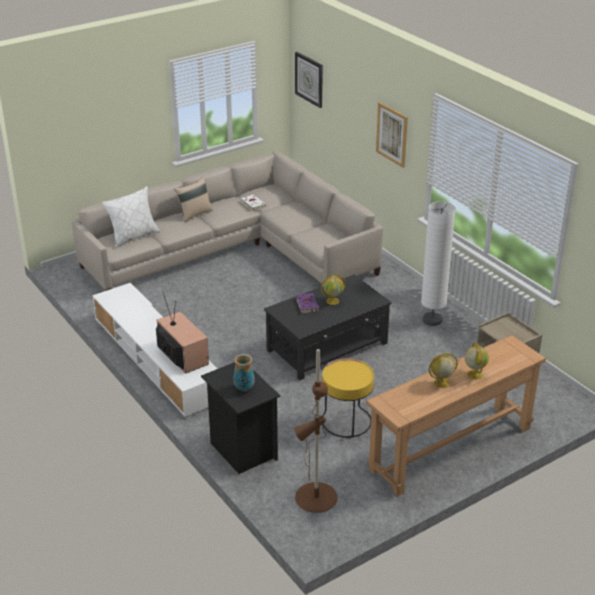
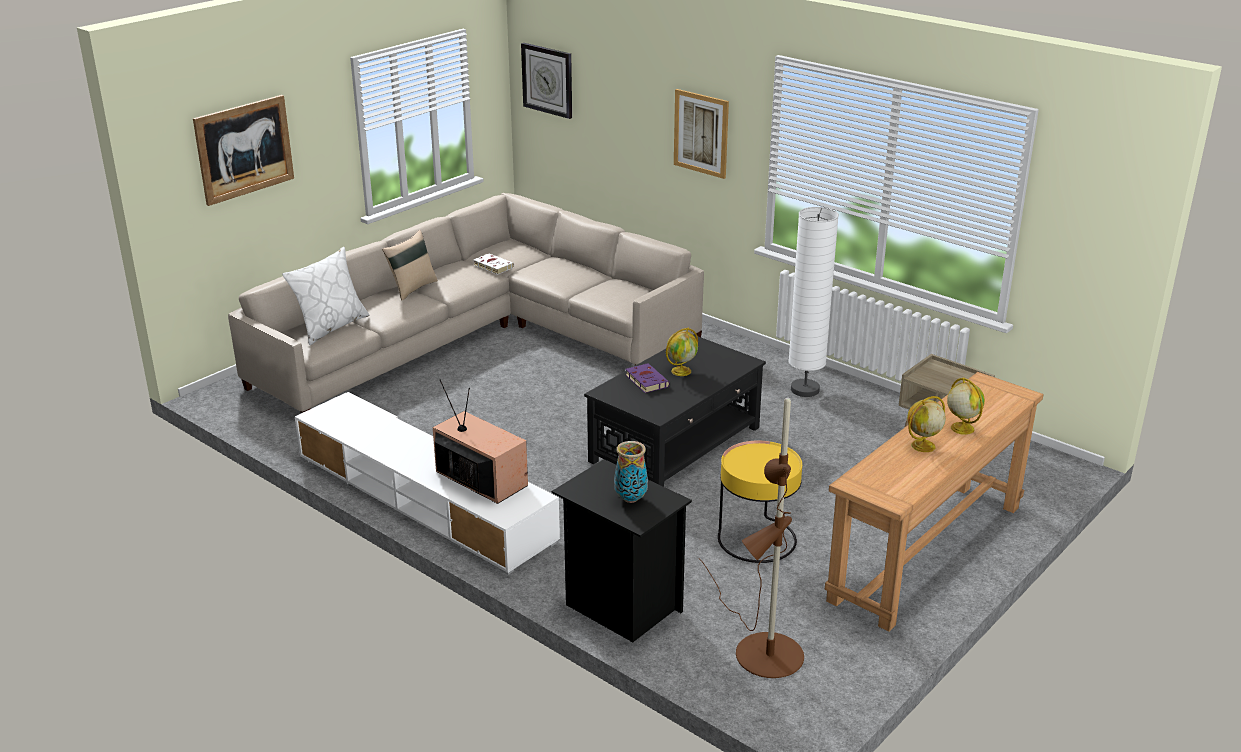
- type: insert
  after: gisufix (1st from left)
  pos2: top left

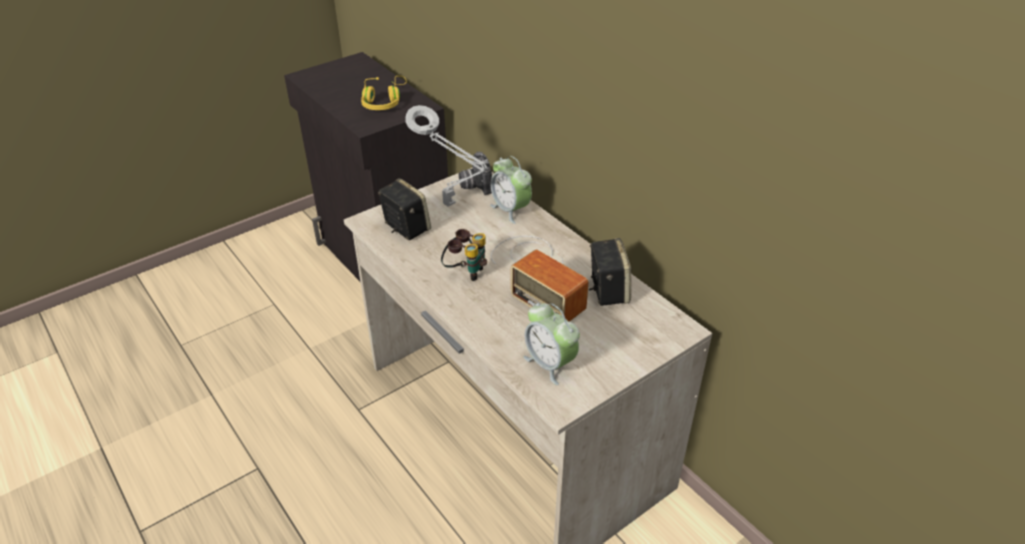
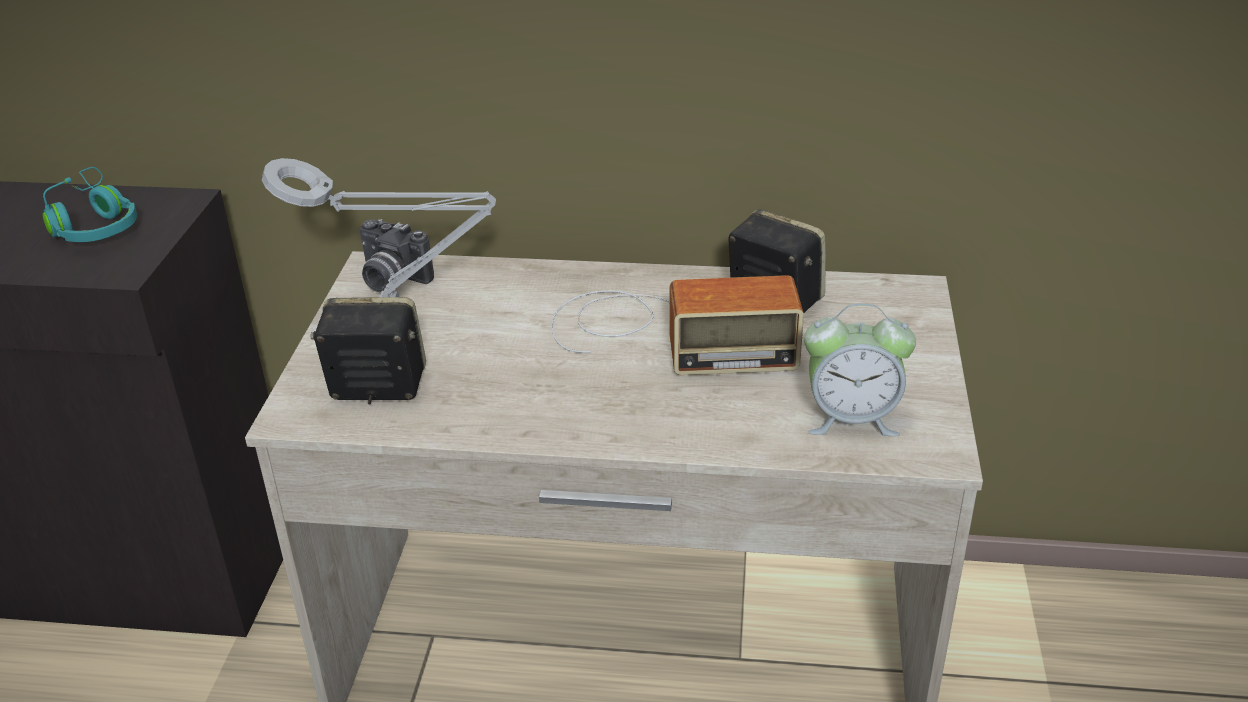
- type: recolor
  before: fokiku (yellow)
  after: fokiku (turquoise)
  pos1: top centre
  pos2: top left
- type: delete
  before: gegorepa (1st from left)
  pos1: centre
- type: delete
  before: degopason
  pos1: centre

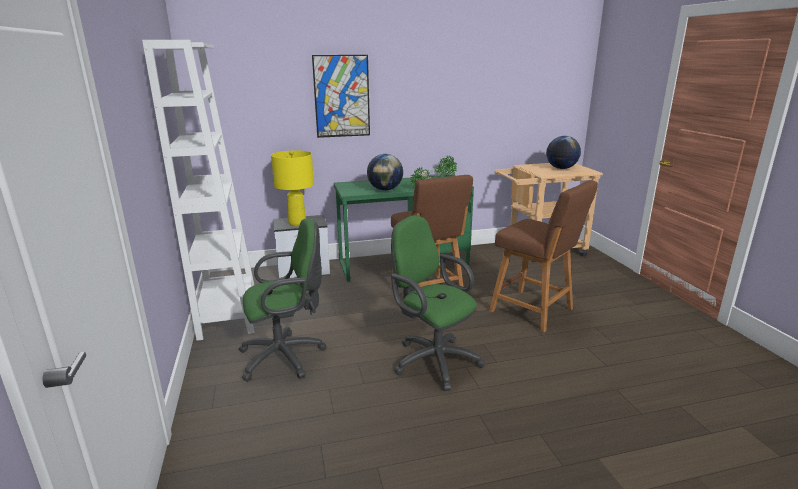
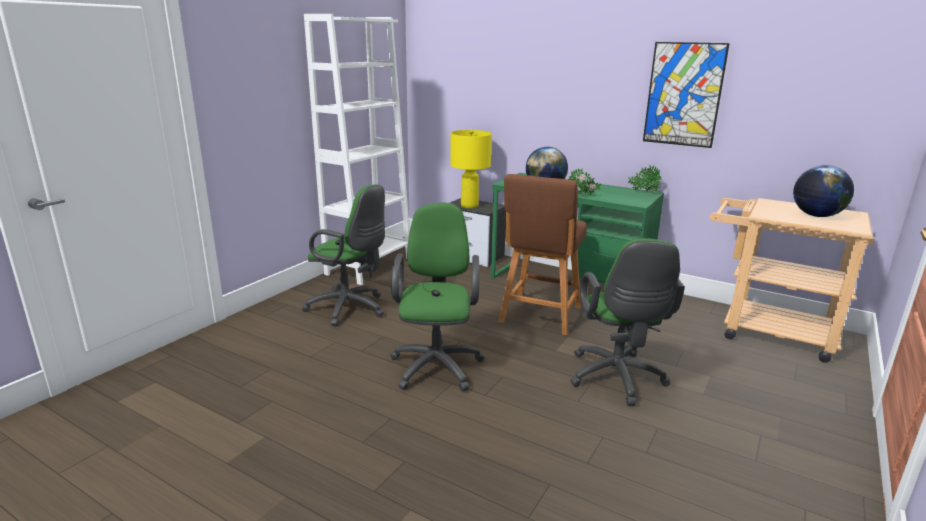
- type: move
  before: gisufix
  pos1: top centre
  pos2: top right
- type: replace
  before: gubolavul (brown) (2nd from left)
  after: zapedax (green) (3rd from left)
  pos1: middle right
  pos2: middle right

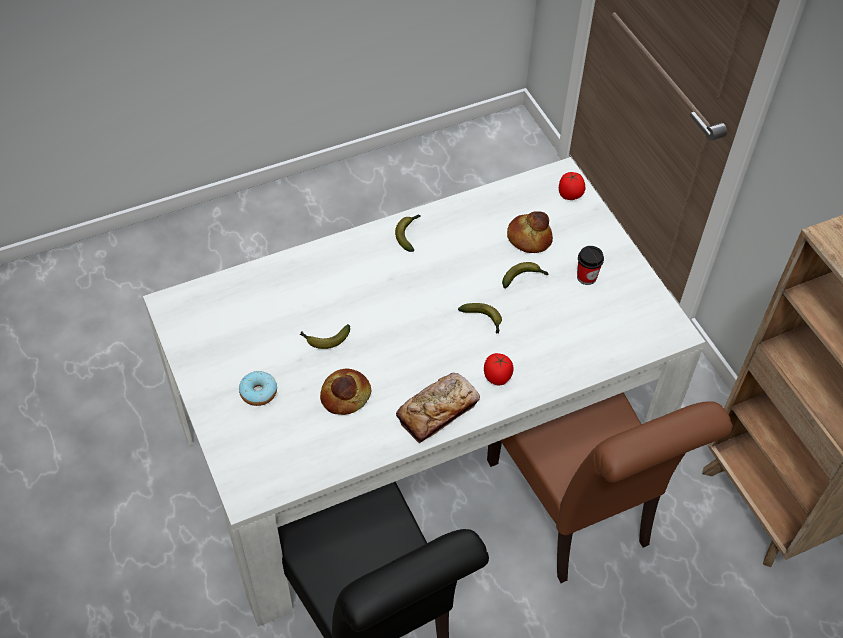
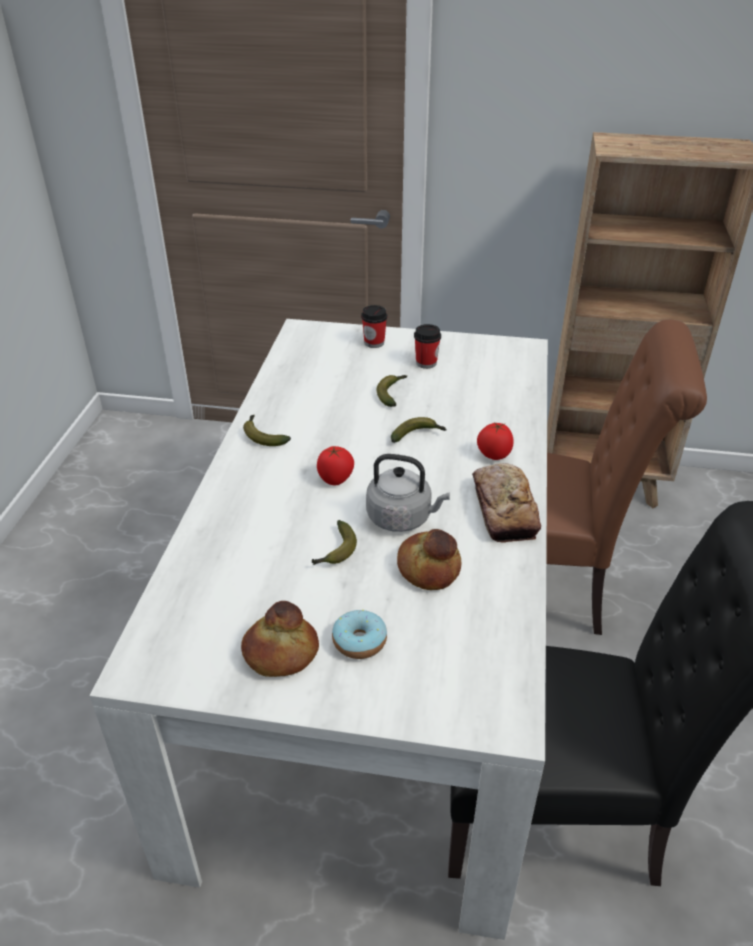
- type: move
  before: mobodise (2nd from left in the first image)
  after: mobodise (1st from left)
  pos1: top right
  pos2: centre
- type: move
  before: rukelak (3rd from left in the first image)
  after: rukelak (1st from left)
  pos1: centre
  pos2: bottom centre
- type: insert
  after: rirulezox (1st from left)
  pos2: centre
- type: insert
  after: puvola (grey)
  pos2: centre

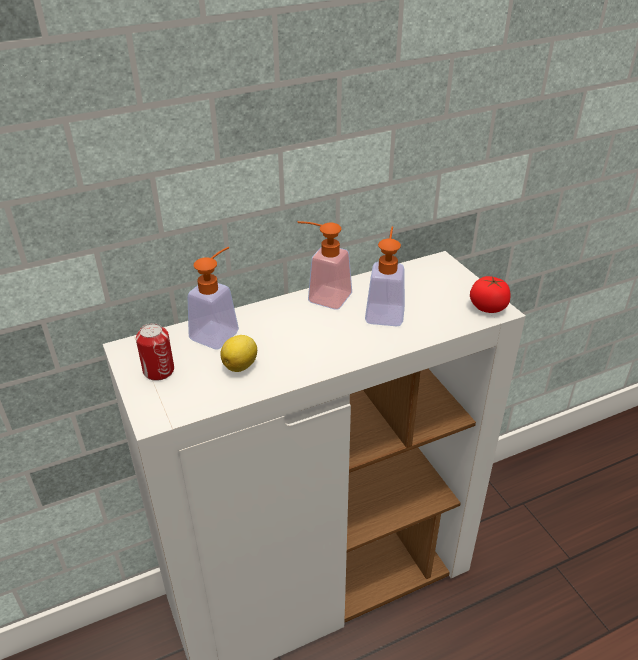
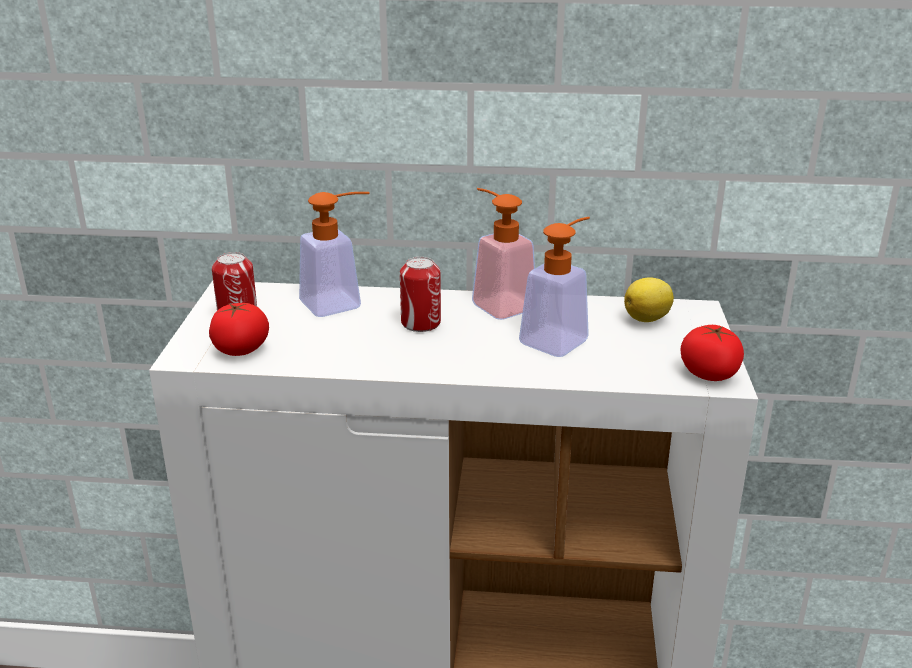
- type: move
  before: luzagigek
  pos1: centre
  pos2: middle right
- type: insert
  after: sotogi (2nd from left)
  pos2: centre
- type: insert
  after: mobodise (1st from left)
  pos2: middle left

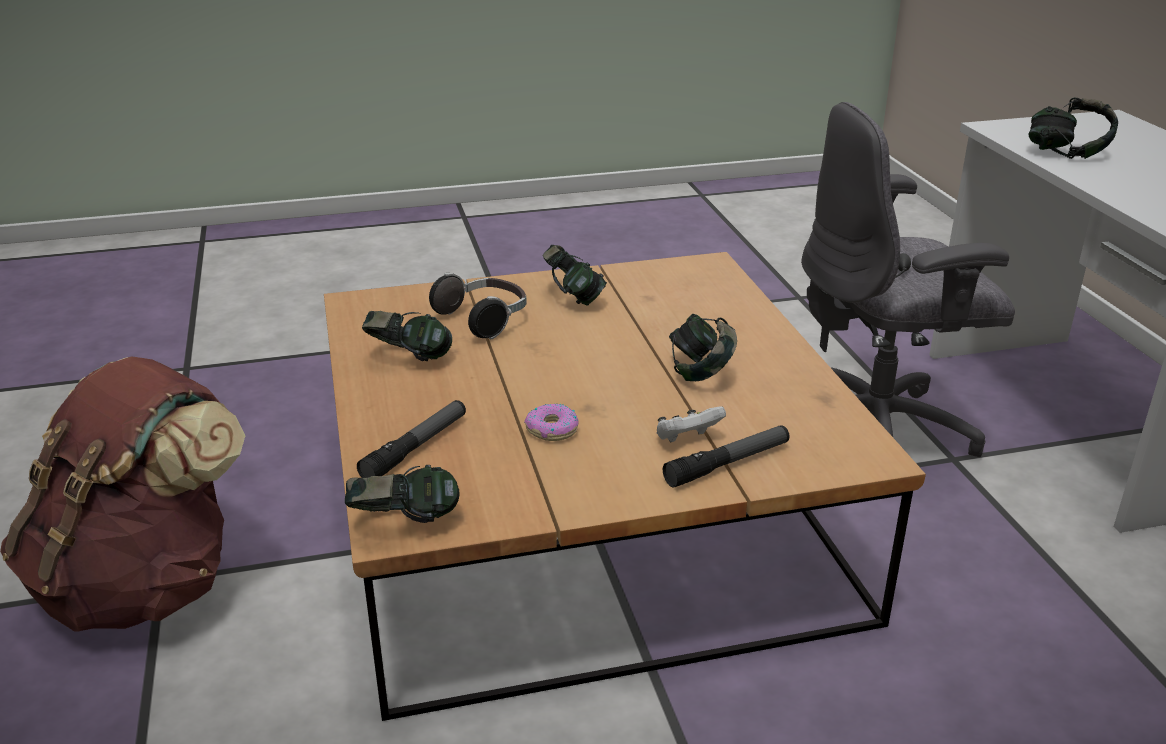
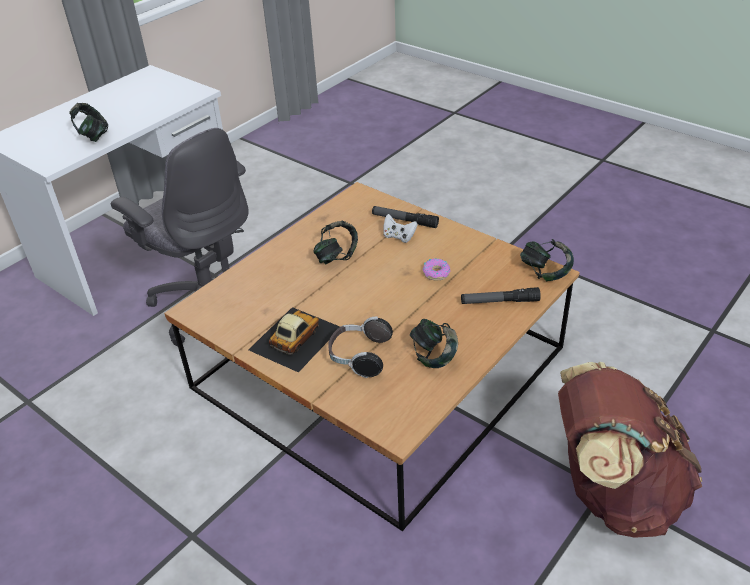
- type: replace
  before: fokiku (4th from left)
  after: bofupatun
  pos1: centre
  pos2: centre

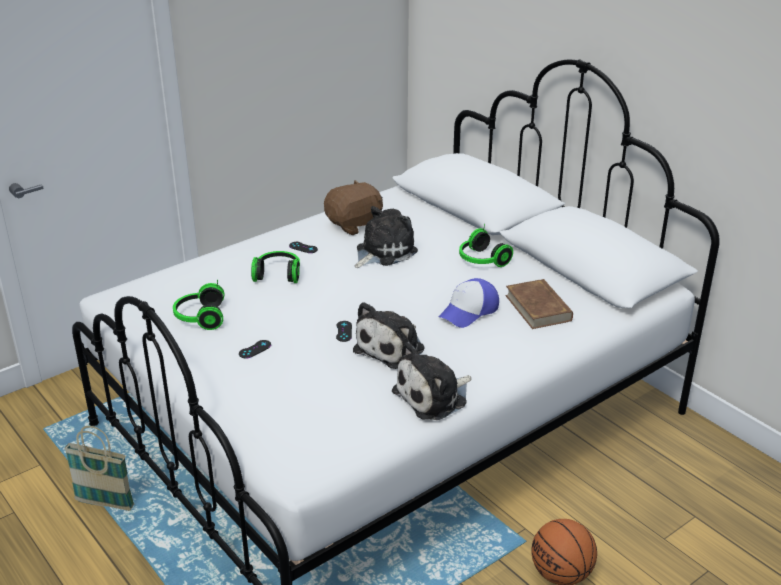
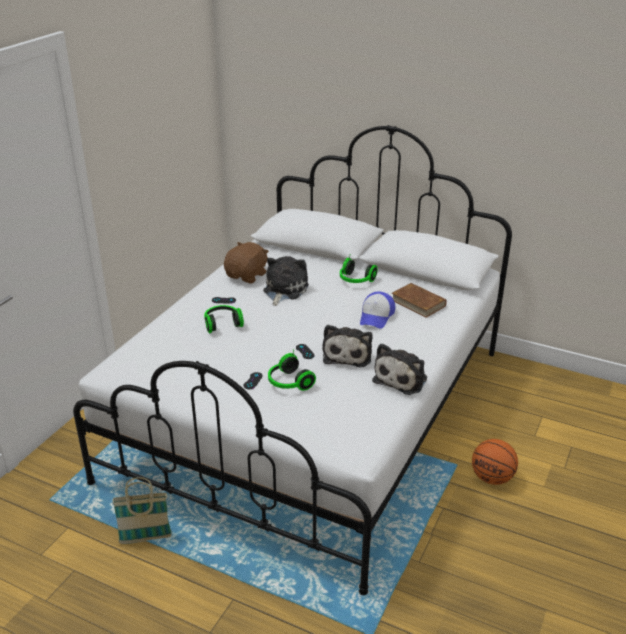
- type: move
  before: fokiku (1st from left in the first image)
  after: fokiku (2nd from left)
  pos1: middle left
  pos2: centre

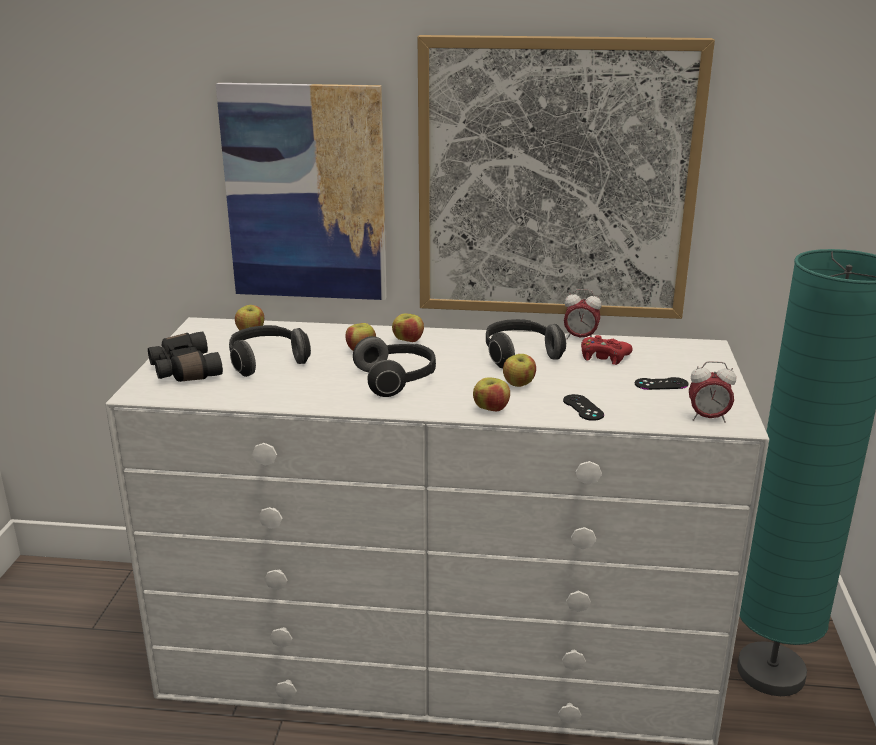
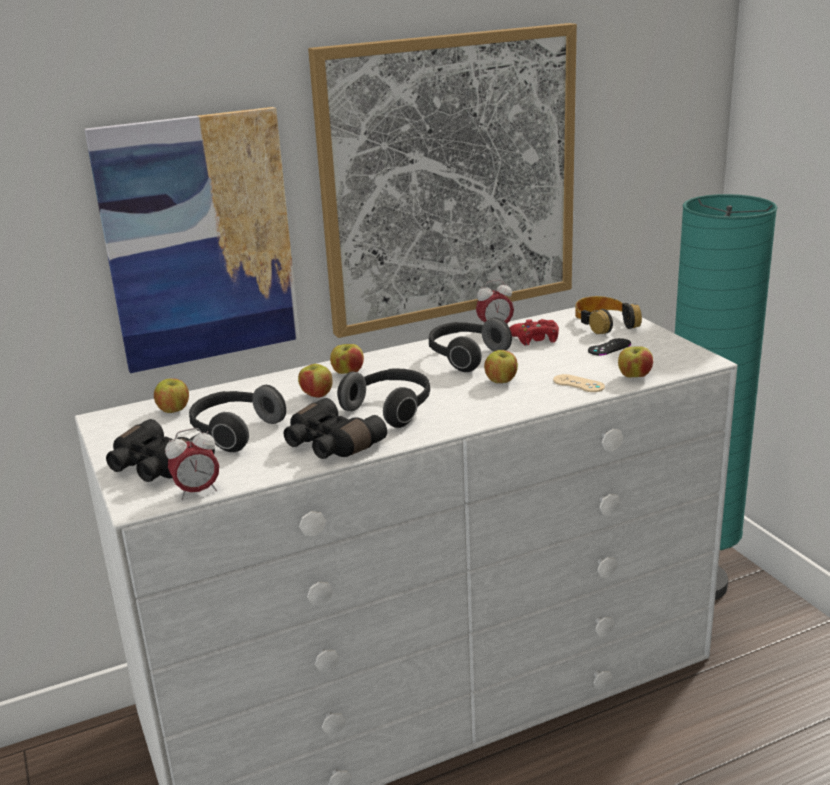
- type: move
  before: gegorepa (2nd from left in the first image)
  after: gegorepa (1st from left)
  pos1: middle right
  pos2: middle left
- type: move
  before: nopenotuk (4th from left in the first image)
  after: nopenotuk (5th from left)
  pos1: centre
  pos2: middle right
- type: recolor
  before: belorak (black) (1st from left)
  after: belorak (beige)
  pos1: centre
  pos2: middle right
- type: insert
  after: fokiku (4th from left)
  pos2: middle right
- type: insert
  after: degopason (black) (2nd from left)
  pos2: centre

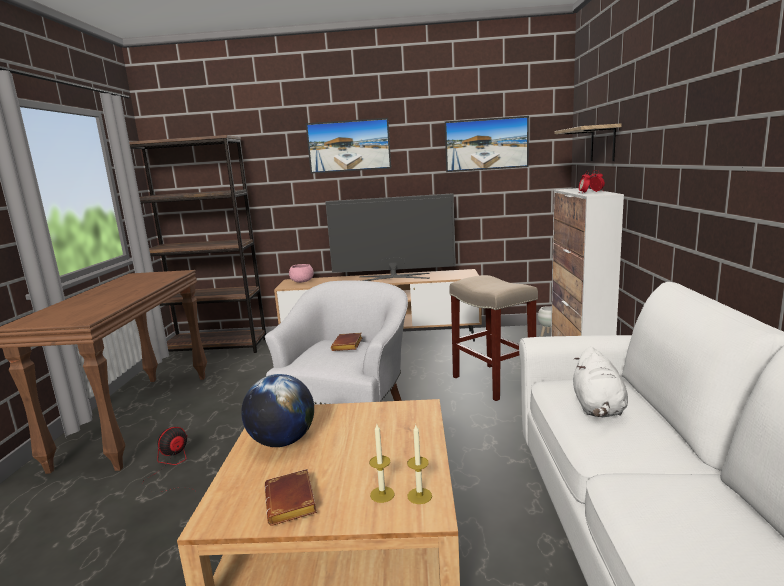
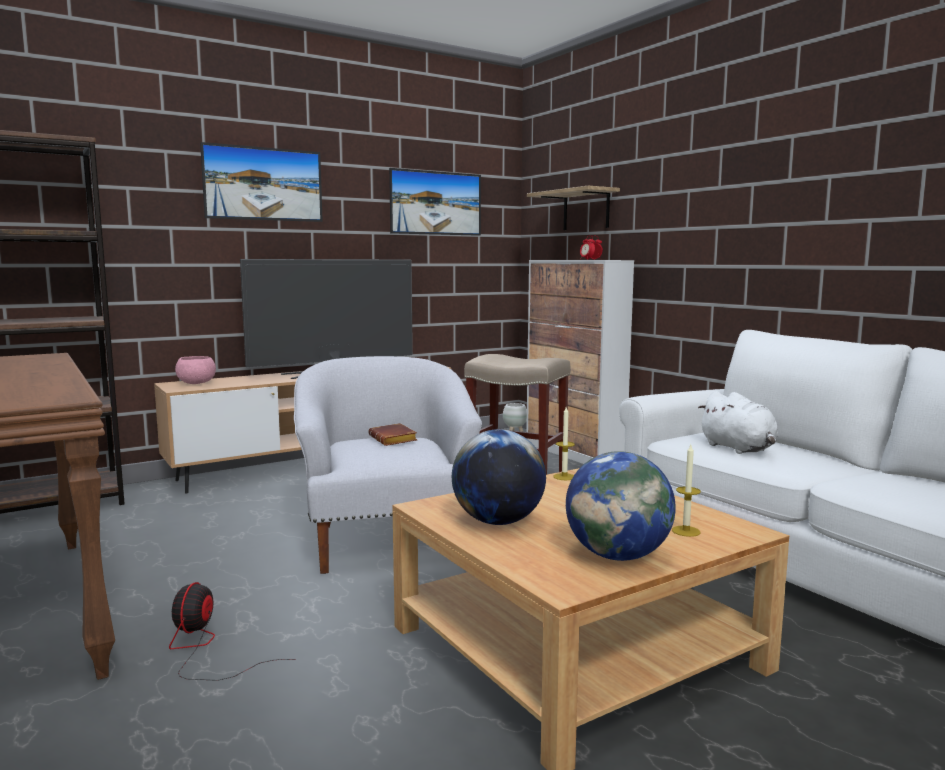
- type: move
  before: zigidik (2nd from left in the first image)
  after: zigidik (1st from left)
  pos1: bottom centre
  pos2: centre
- type: replace
  before: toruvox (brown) (1st from left)
  after: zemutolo (2nd from left)
  pos1: bottom centre
  pos2: centre

